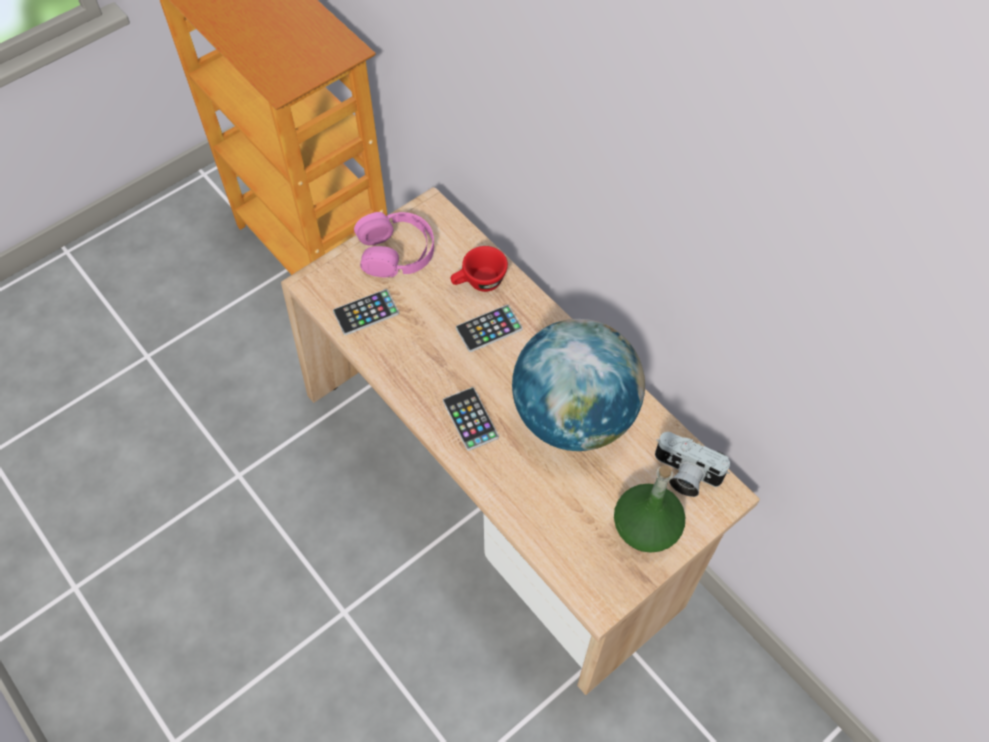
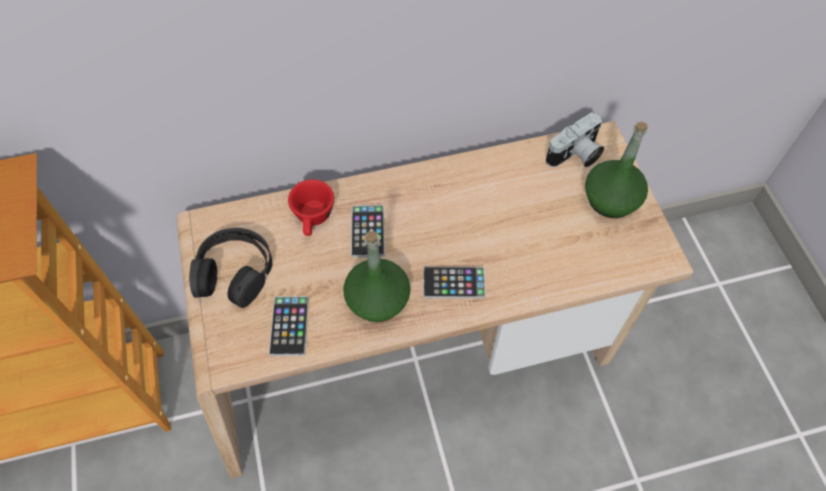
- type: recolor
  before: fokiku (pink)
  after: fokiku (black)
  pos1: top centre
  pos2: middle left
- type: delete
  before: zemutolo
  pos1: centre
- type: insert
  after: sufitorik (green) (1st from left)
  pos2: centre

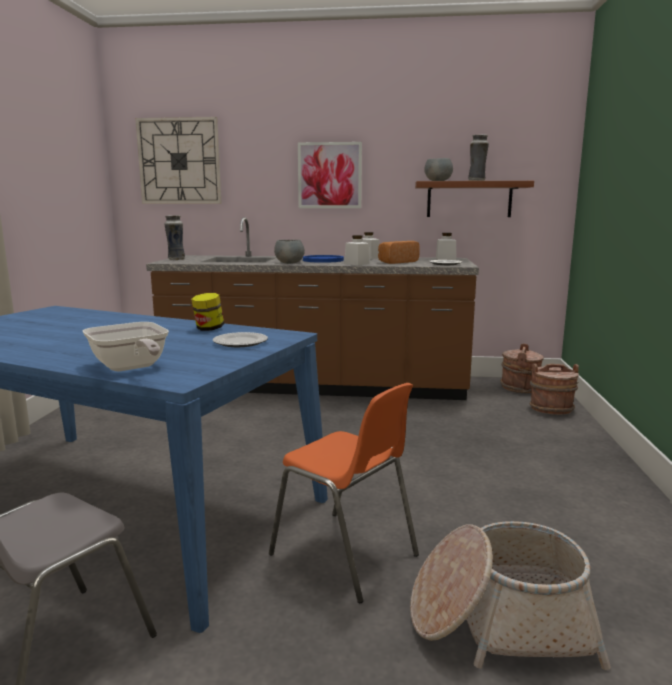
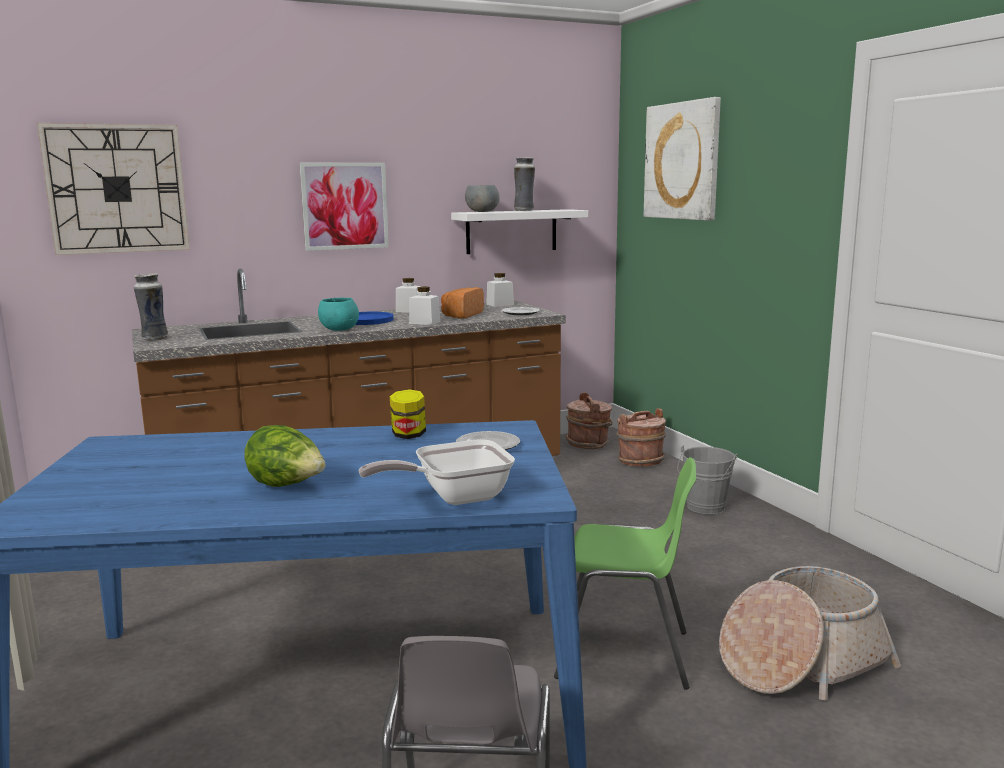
- type: recolor
  before: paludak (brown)
  after: paludak (white)
  pos1: top right
  pos2: top centre
- type: recolor
  before: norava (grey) (1st from left)
  after: norava (turquoise)
  pos1: centre
  pos2: centre
- type: rotate
  before: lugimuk
  pos1: middle left
  pos2: centre
  turn: 135
- type: recolor
  before: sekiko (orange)
  after: sekiko (green)
  pos1: bottom centre
  pos2: bottom centre
- type: insert
  after: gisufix (2nd from left)
  pos2: top right
- type: insert
  after: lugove
  pos2: middle left
- type: insert
  after: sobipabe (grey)
  pos2: middle right

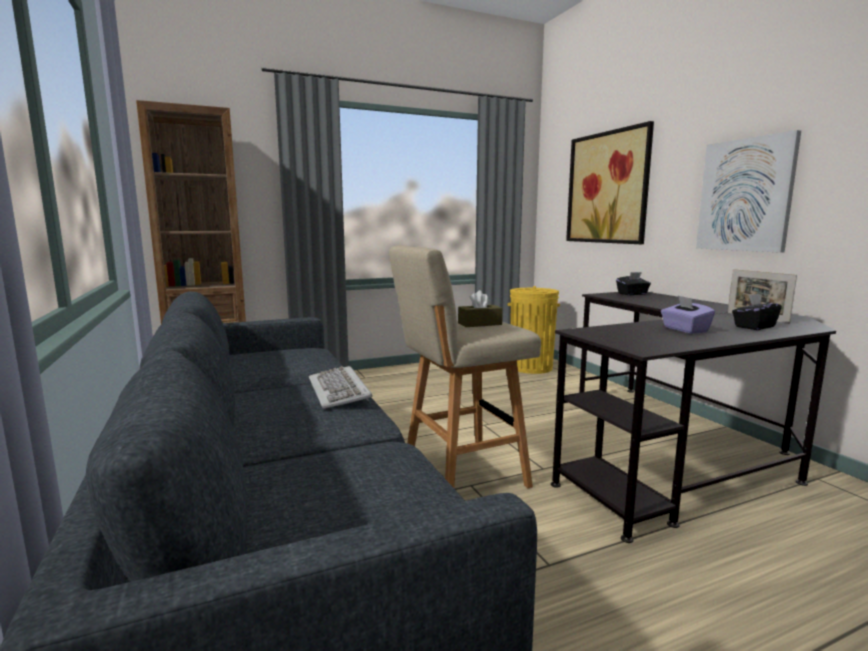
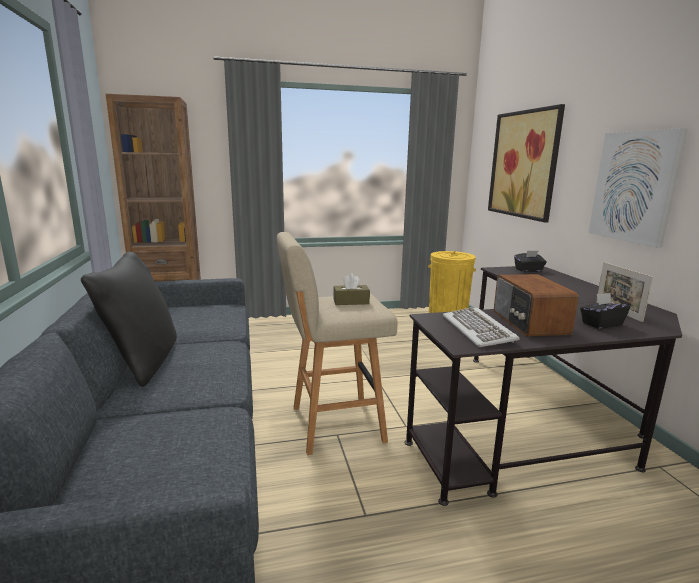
- type: replace
  before: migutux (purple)
  after: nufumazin
  pos1: middle right
  pos2: middle right
- type: move
  before: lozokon
  pos1: centre
  pos2: middle right
- type: insert
  after: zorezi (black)
  pos2: middle left

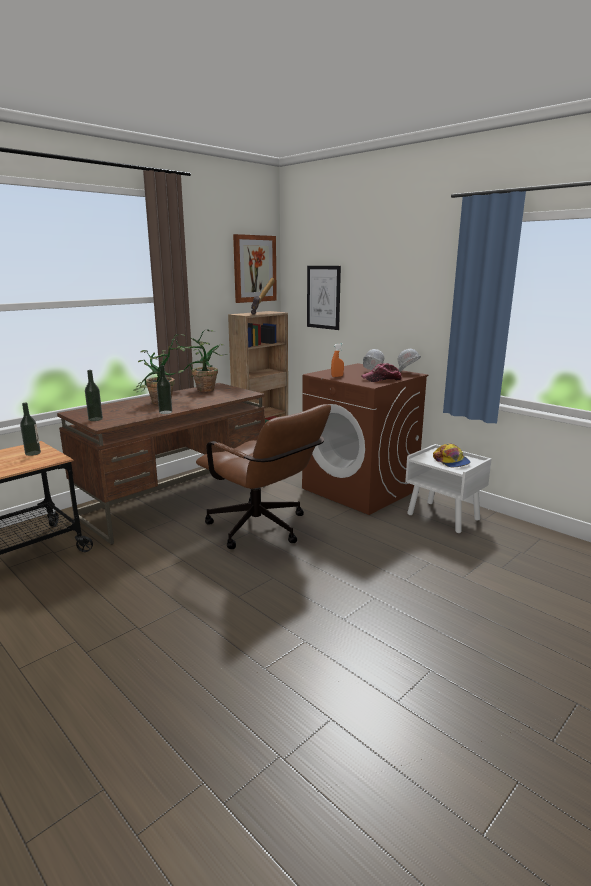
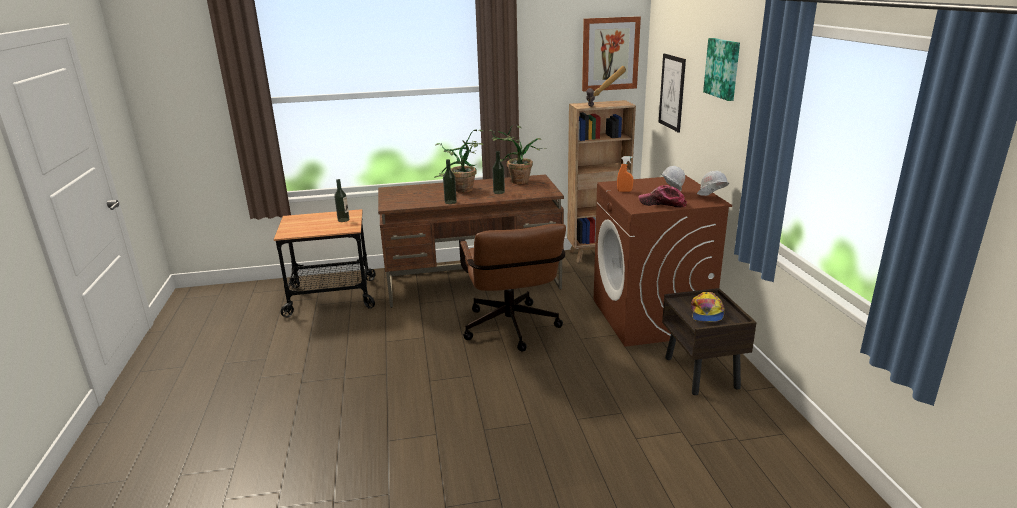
- type: move
  before: sufitorik (2nd from left in the first image)
  after: sufitorik (3rd from left)
  pos1: middle left
  pos2: centre
- type: recolor
  before: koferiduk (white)
  after: koferiduk (brown)
  pos1: middle right
  pos2: bottom right
- type: insert
  after: gisufix (3rd from left)
  pos2: top right

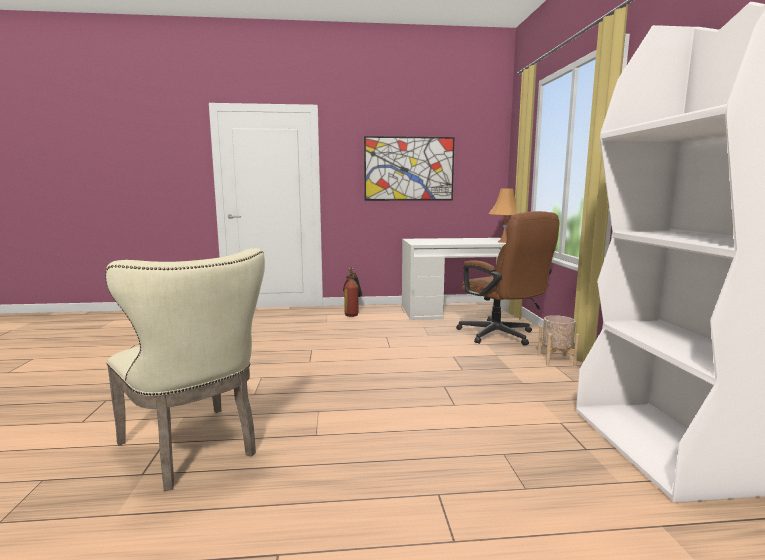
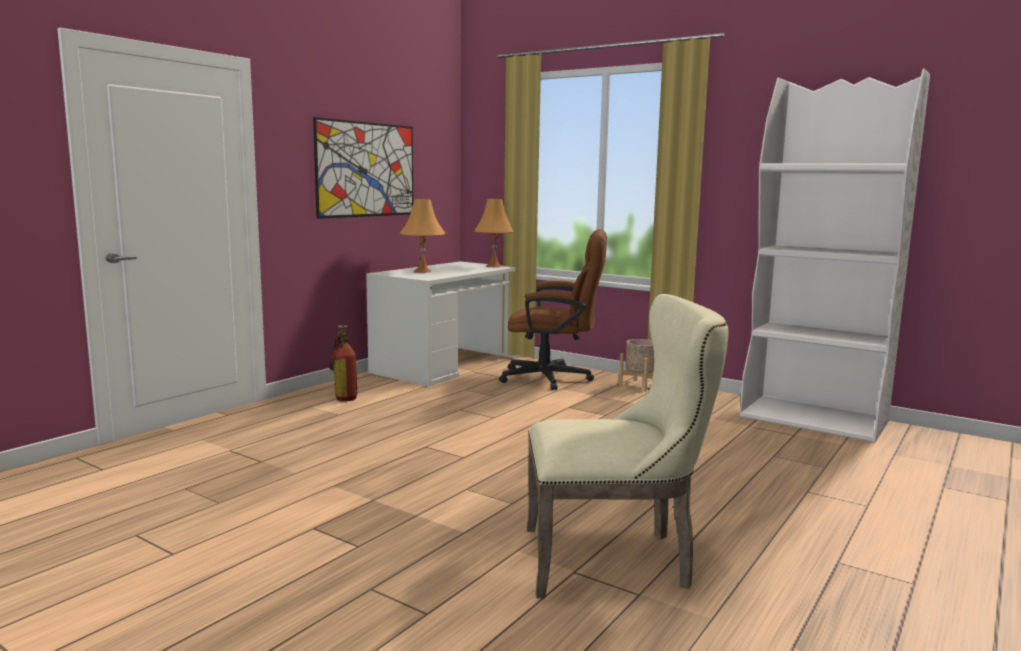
- type: insert
  after: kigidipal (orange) (1st from left)
  pos2: centre

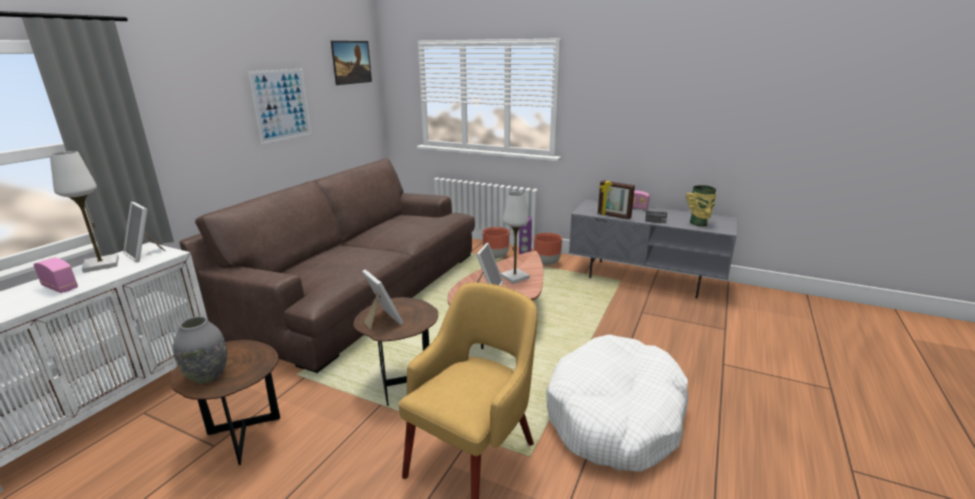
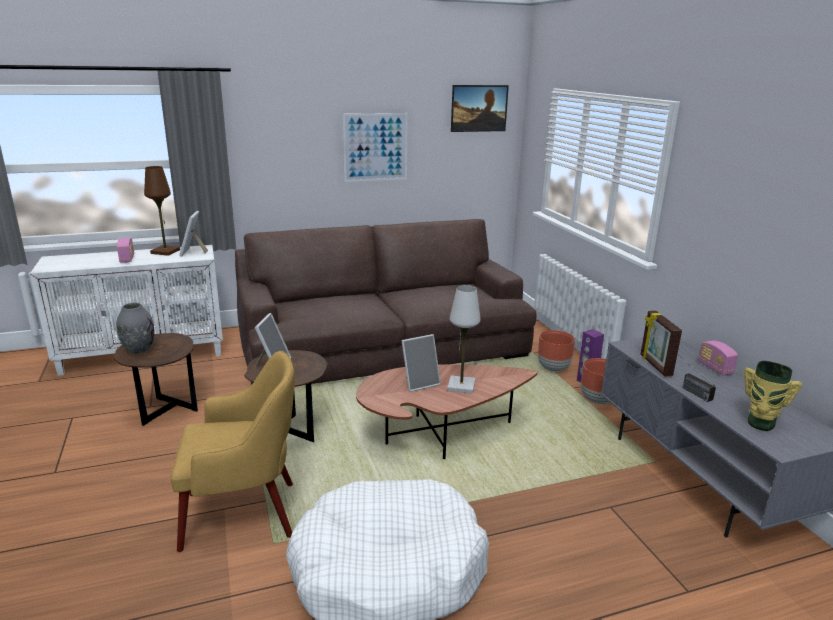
- type: recolor
  before: kigidipal (white) (1st from left)
  after: kigidipal (brown)
  pos1: middle left
  pos2: middle left

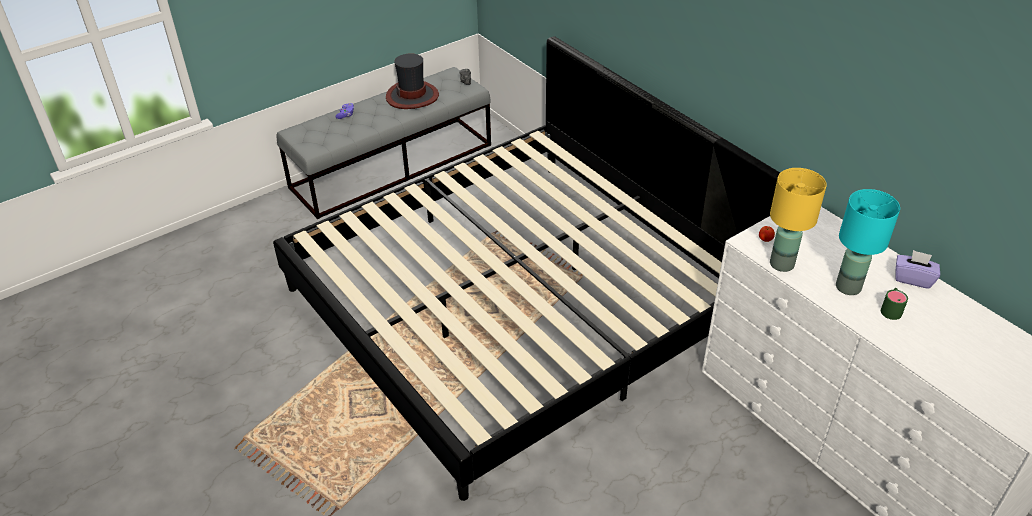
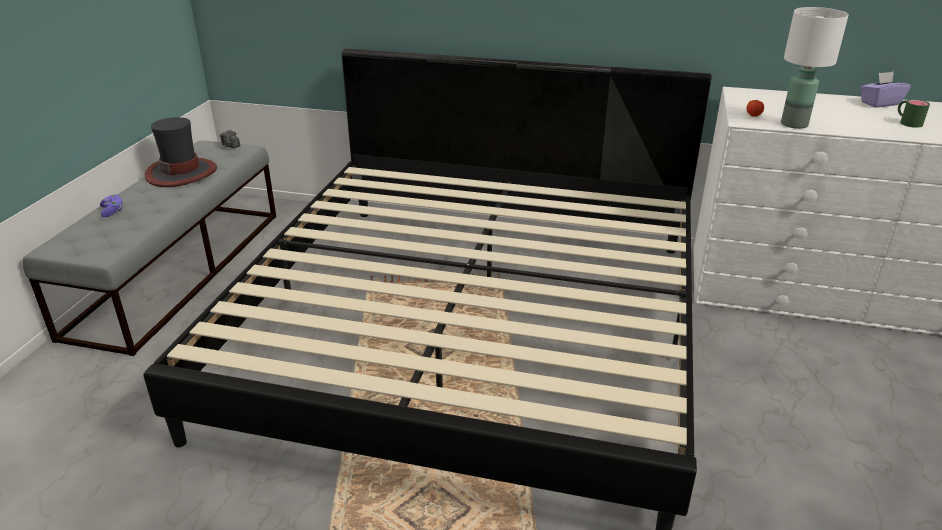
- type: recolor
  before: kigidipal (yellow)
  after: kigidipal (white)
  pos1: middle right
  pos2: top right
- type: delete
  before: kigidipal (turquoise)
  pos1: middle right

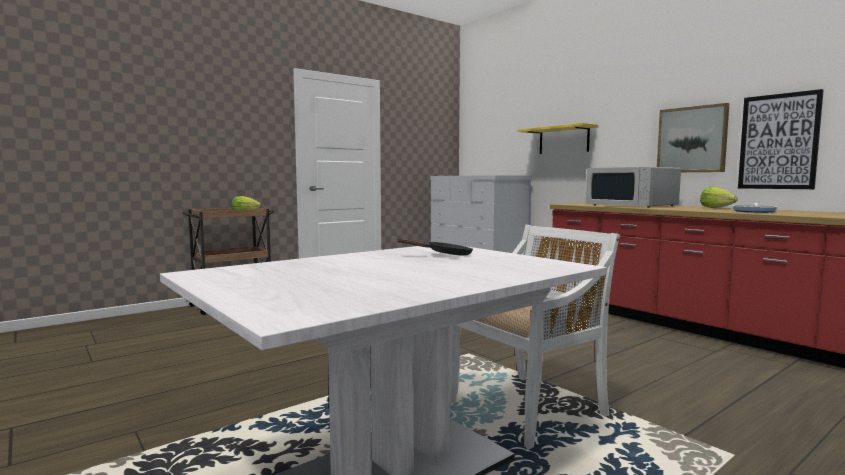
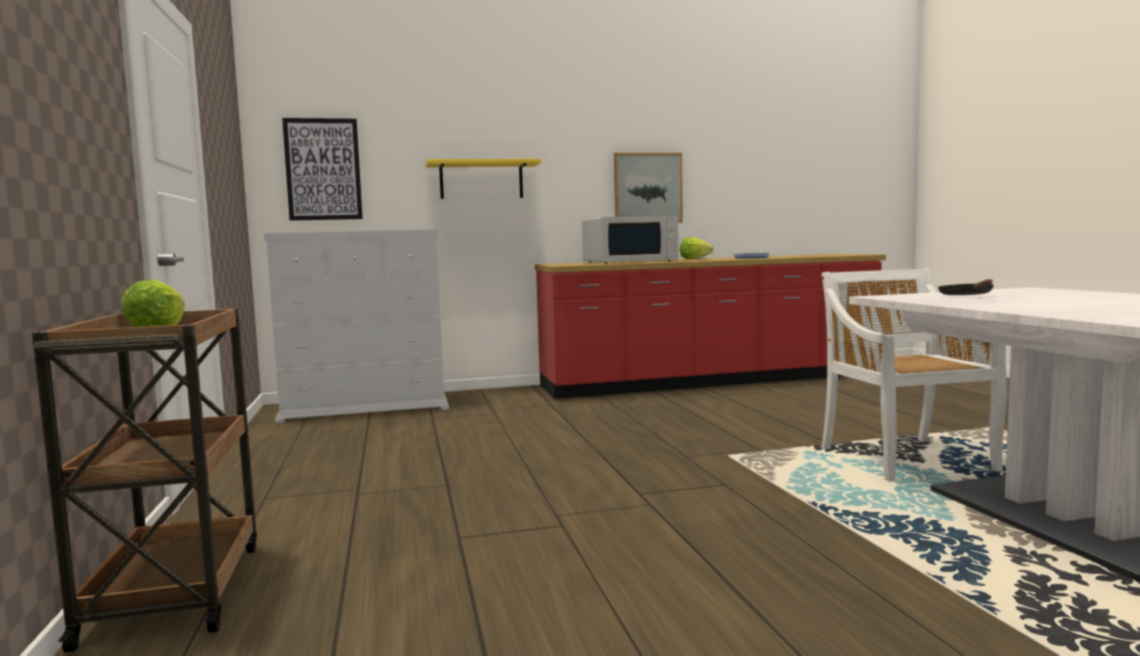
- type: move
  before: gisufix (2nd from left in the first image)
  after: gisufix (1st from left)
  pos1: top right
  pos2: top left

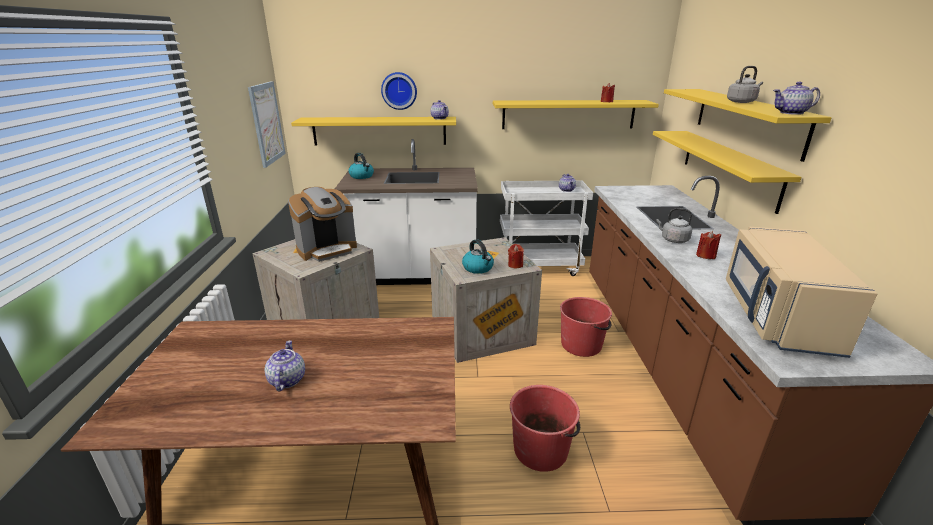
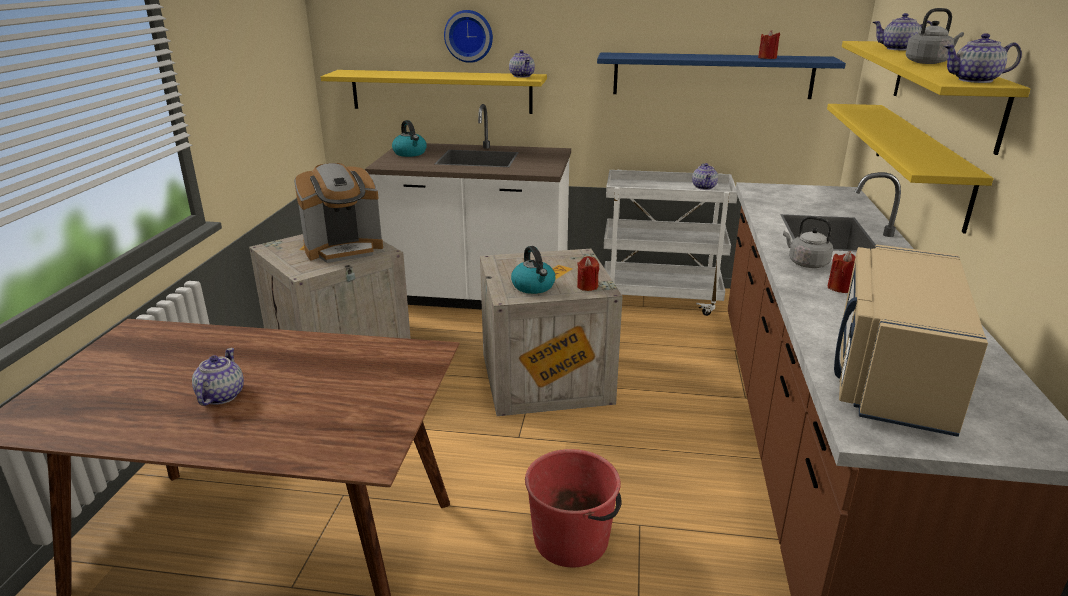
- type: delete
  before: gisufix
  pos1: top left
- type: recolor
  before: paludak (yellow) (2nd from left)
  after: paludak (blue)
  pos1: top centre
  pos2: top right
- type: delete
  before: sobipabe (red) (2nd from left)
  pos1: centre
- type: insert
  after: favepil (4th from left)
  pos2: top right

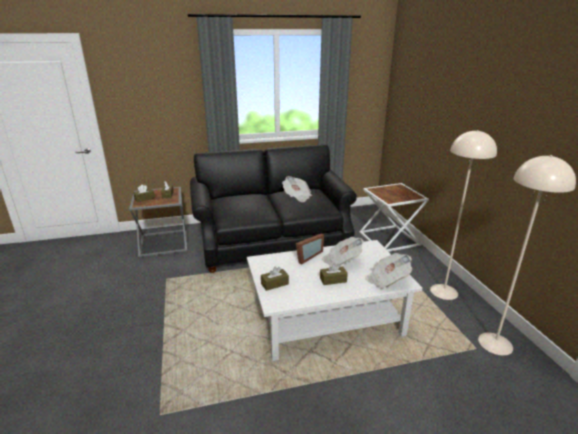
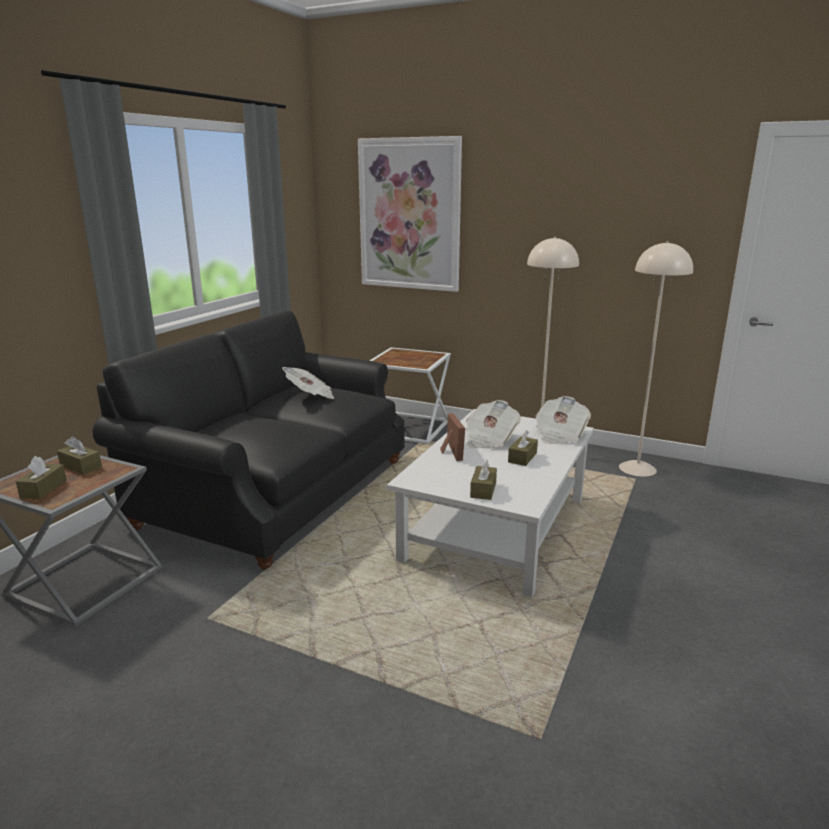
- type: insert
  after: gisufix
  pos2: top centre

